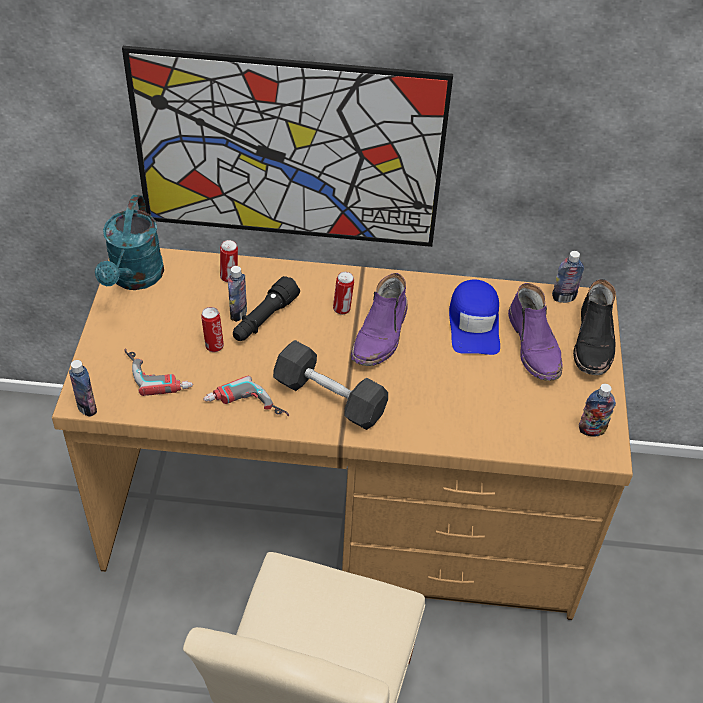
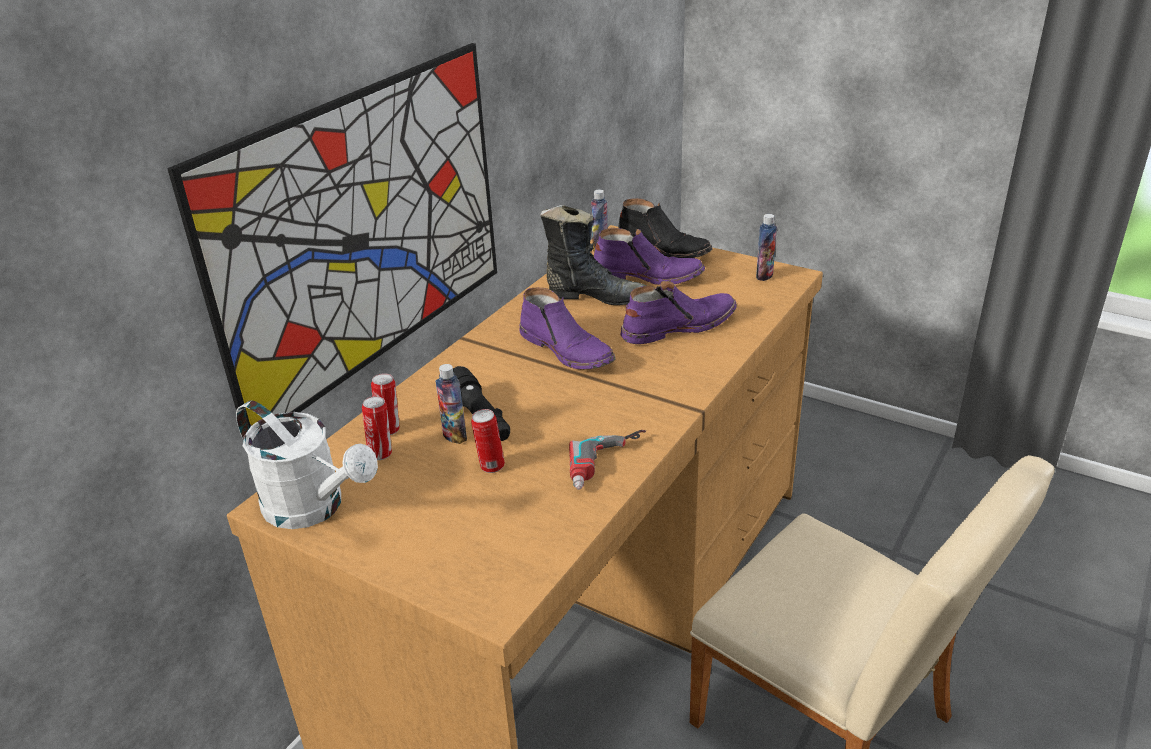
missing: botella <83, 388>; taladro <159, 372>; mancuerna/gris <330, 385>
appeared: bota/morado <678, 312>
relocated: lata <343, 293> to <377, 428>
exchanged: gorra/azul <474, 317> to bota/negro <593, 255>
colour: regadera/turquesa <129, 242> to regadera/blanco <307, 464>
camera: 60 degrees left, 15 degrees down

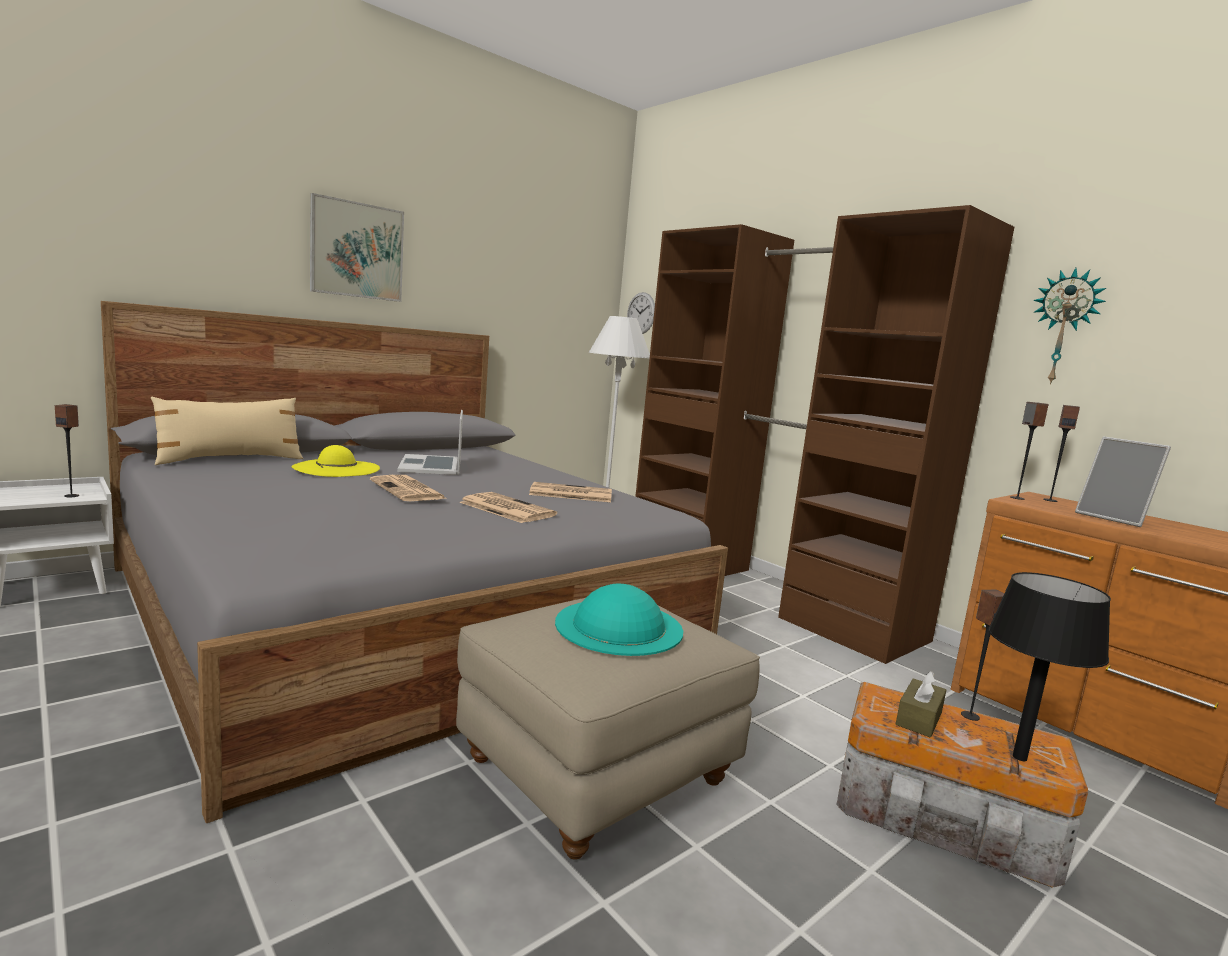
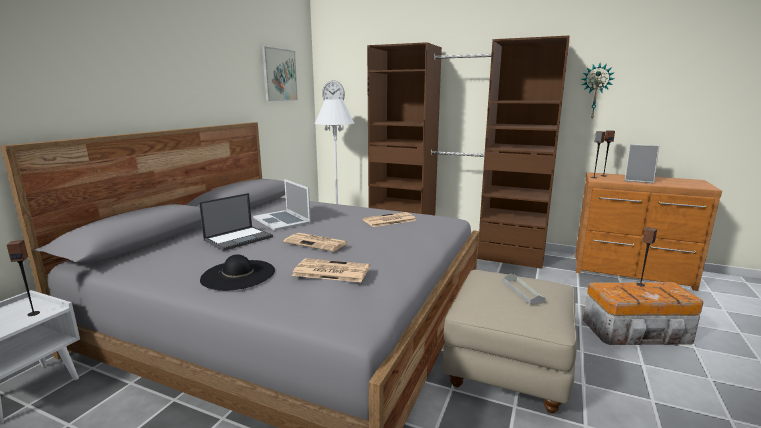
missing: cojín/beis <227, 431>; caja de pañuelos/marrón <921, 704>; lámpara de mesa/negro <1049, 666>
appeared: sombrero/negro <237, 272>
relocated: cuadro <357, 247> to <280, 73>; periódico <508, 507> to <331, 270>
exchanged: sombrero/amarillo <336, 461> to portátil <236, 222>; sombrero/turquesa <619, 620> to bandeja/gris <524, 289>
camera: 25 degrees left, 5 degrees up

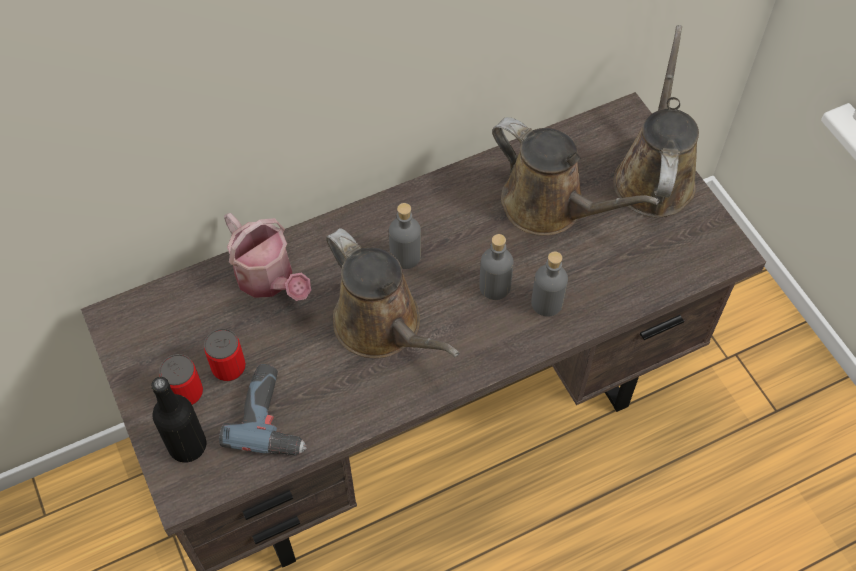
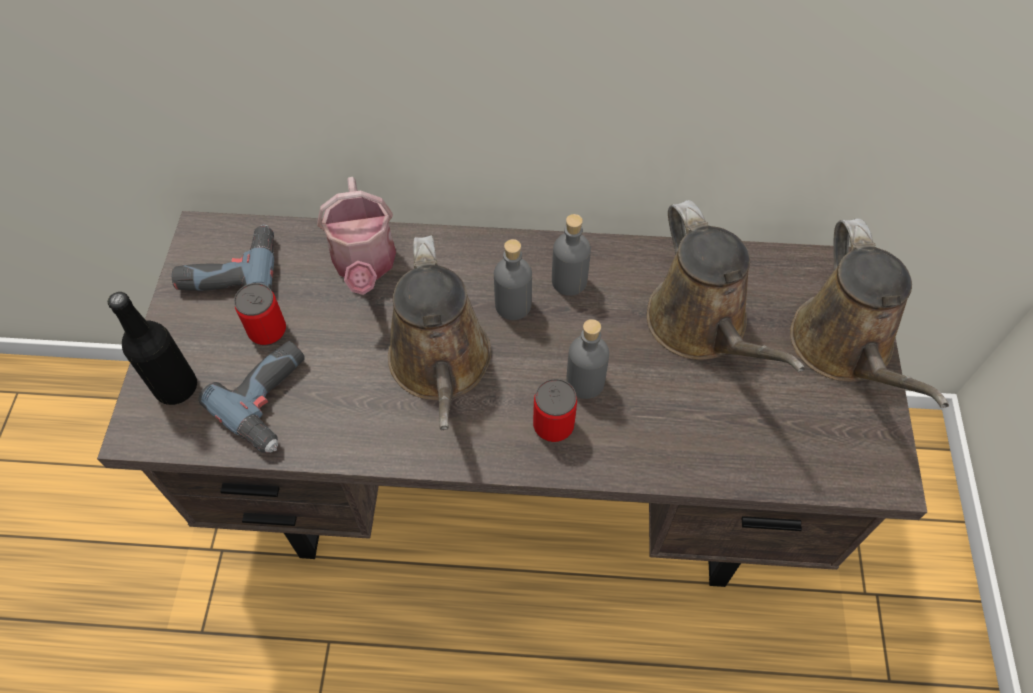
appeared: taladro <223, 258>
relocated: lata <181, 379> to <555, 410>; botella/gris <549, 284> to <571, 255>
spun: regadera/marrón <656, 121> = <869, 313> 135 degrees clockwise
camera: 30 degrees right, 0 degrees up

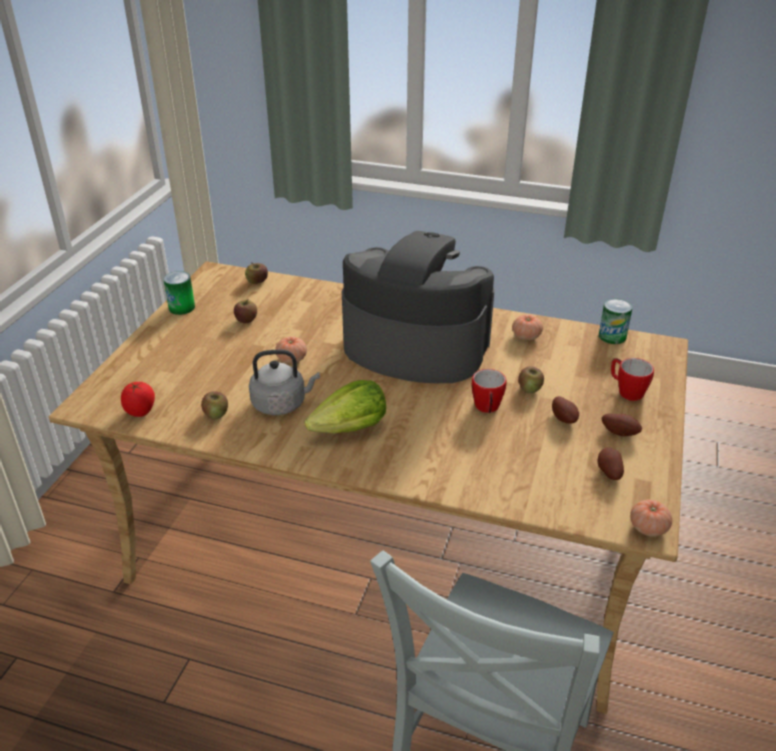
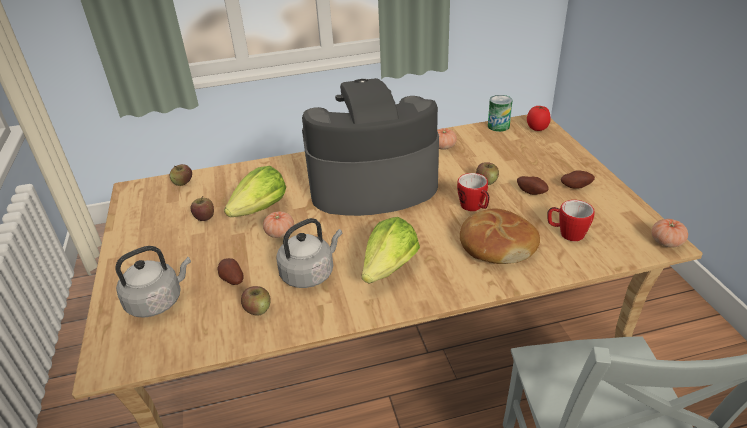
missing: lata <179, 293>
appeared: hervidor/gris <153, 282>; lechuga <255, 191>; pan <500, 236>
relocated: tomate <138, 399> to <538, 118>; patata <610, 463> to <230, 271>; taza grande <632, 379> to <571, 220>
camera: 30 degrees left, 0 degrees up

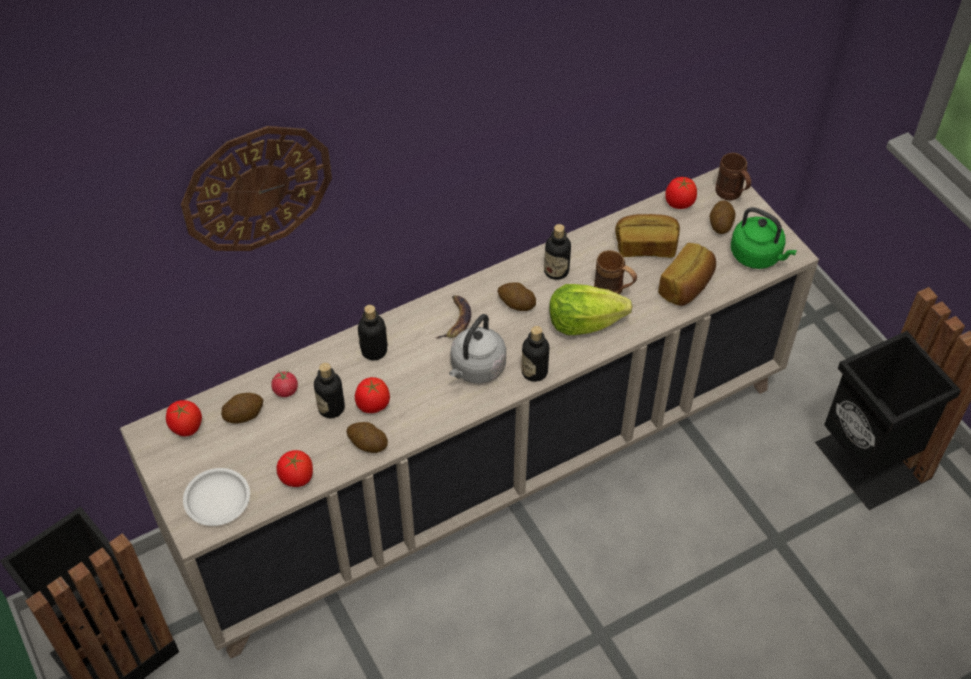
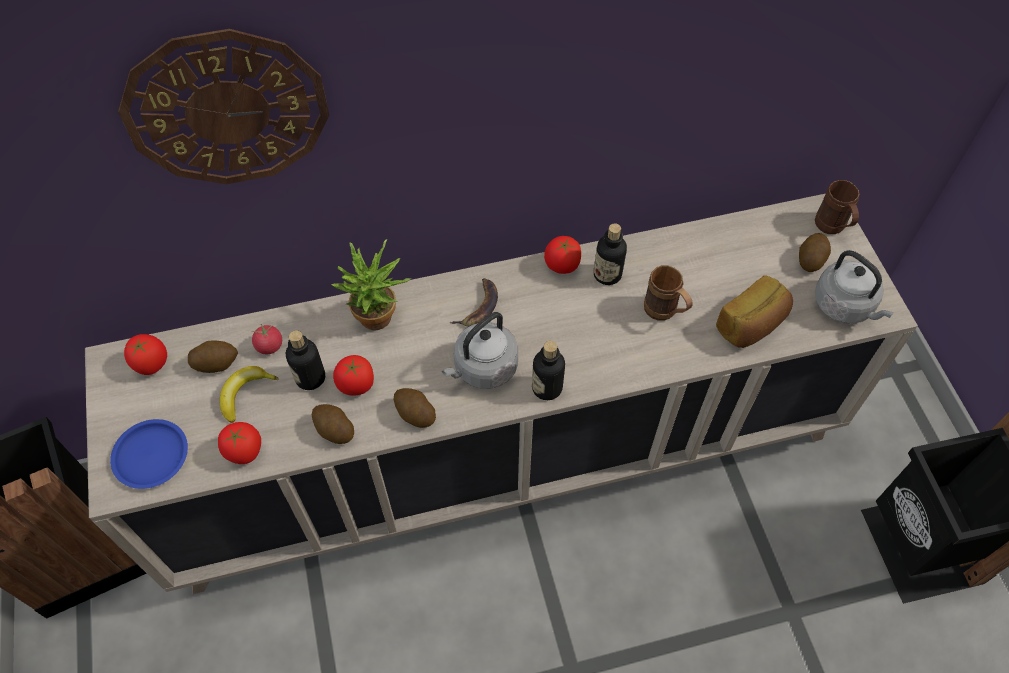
missing: lechuga <591, 309>; pan <647, 236>
appeared: plátano <249, 394>
relocated: patata <516, 296> to <415, 408>; tomate <681, 193> to <562, 255>
exchanged: botella <373, 332> to planta en maceta <371, 284>
colour: plato/blanco <216, 497> to plato/azul <149, 454>; hervidor/verde <764, 238> to hervidor/gris <854, 287>
camera: 15 degrees right, 5 degrees up

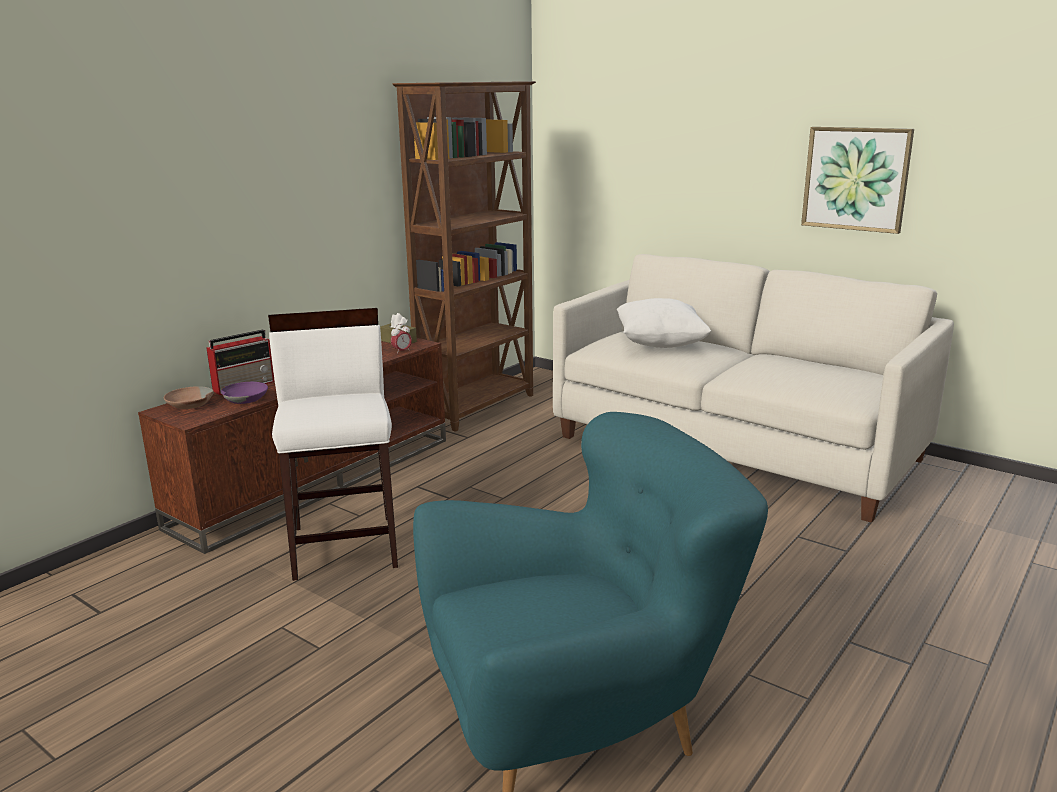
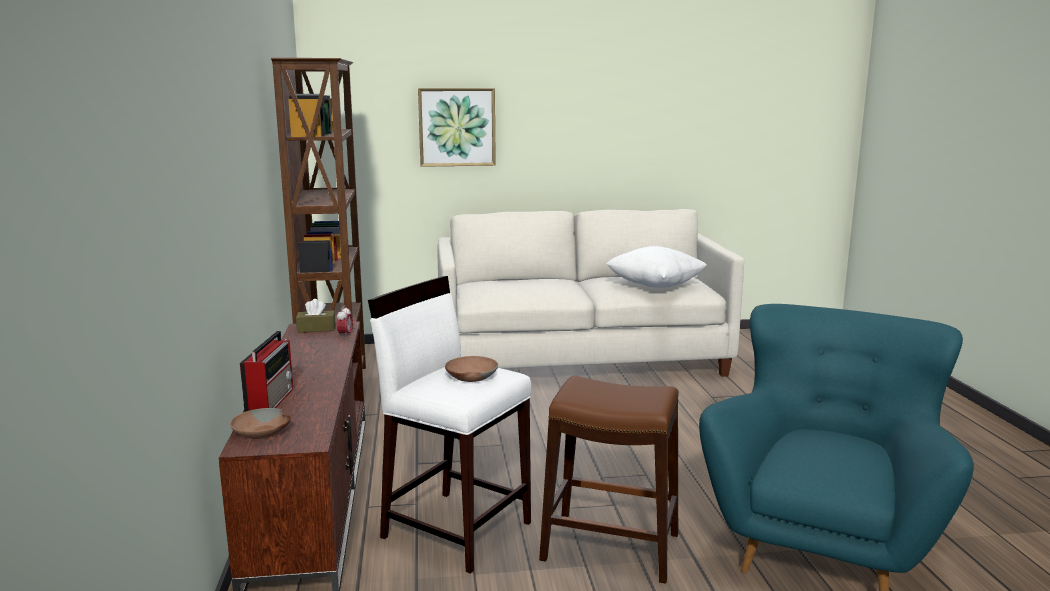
missing: cuenco/morado <244, 393>
appeared: cuenco/marrón <471, 369>; taburete/marrón <609, 480>
relocated: cojín/blanco <664, 323> to <656, 267>; cuadro <857, 180> to <457, 127>
camera: 45 degrees left, 5 degrees down

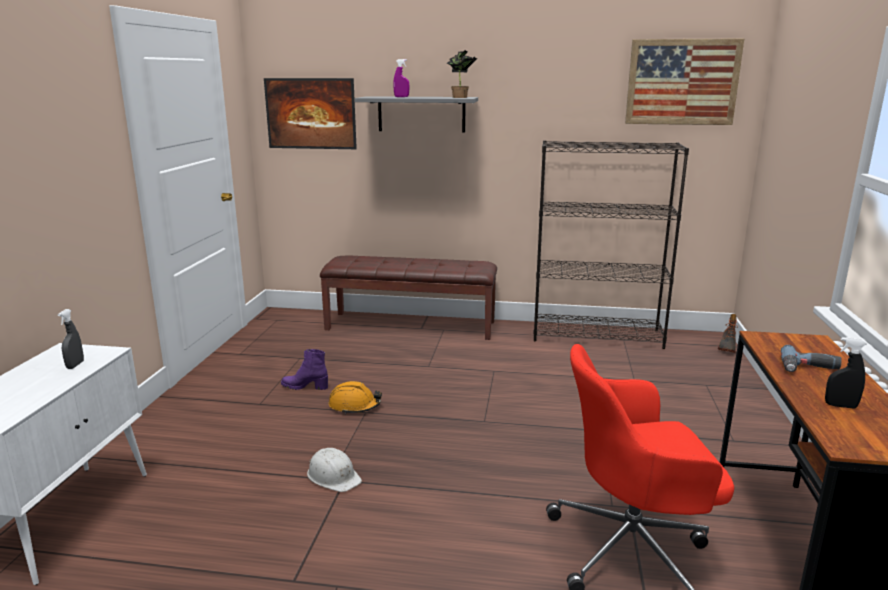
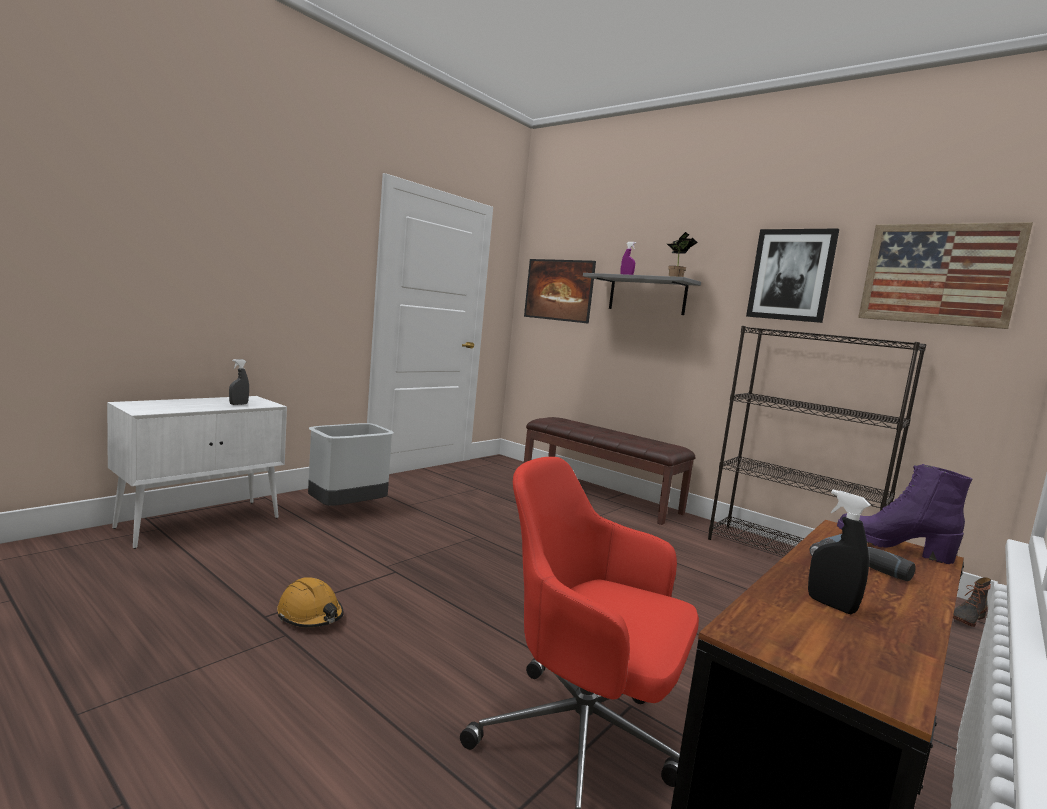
missing: casco/blanco <334, 470>
appeared: papelera/gris <351, 464>; cuadro <792, 276>
relocated: bota/morado <304, 369> to <904, 514>; casco/naranja <355, 397> to <310, 602>
camera: 30 degrees right, 10 degrees down

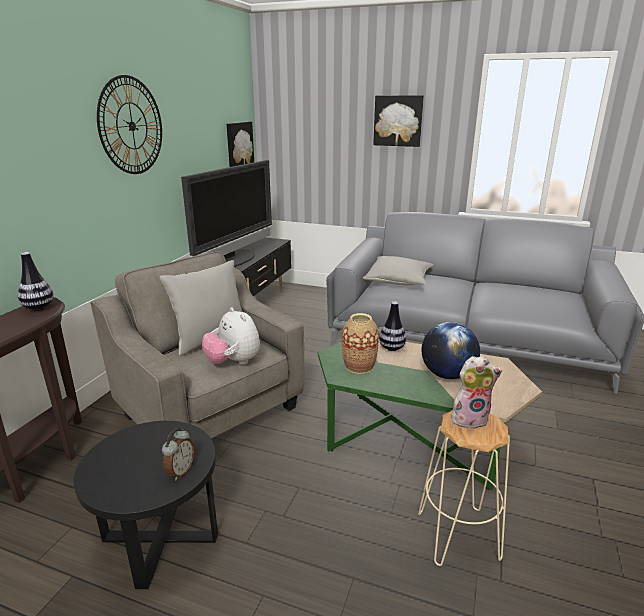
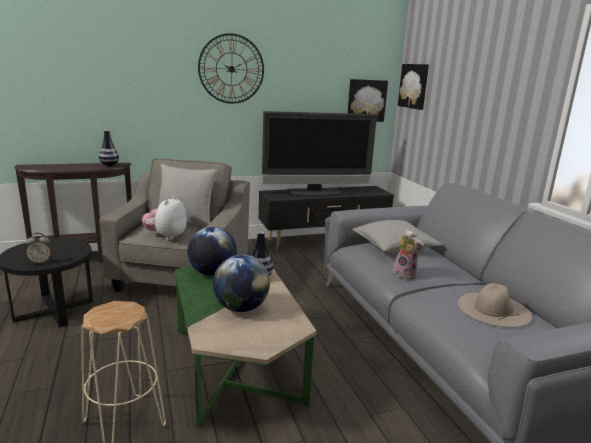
appeared: sombrero/beis <495, 305>
relocated: cuadro <398, 121> to <413, 87>; peluche <476, 392> to <408, 254>
exchanged: florero <360, 343> to globo terráqueo <212, 251>
camera: 50 degrees right, 5 degrees down

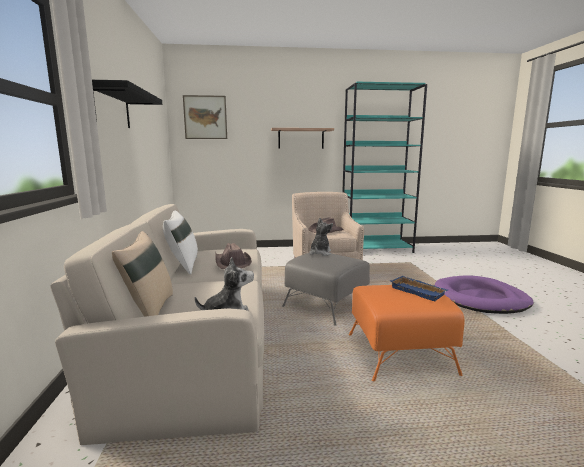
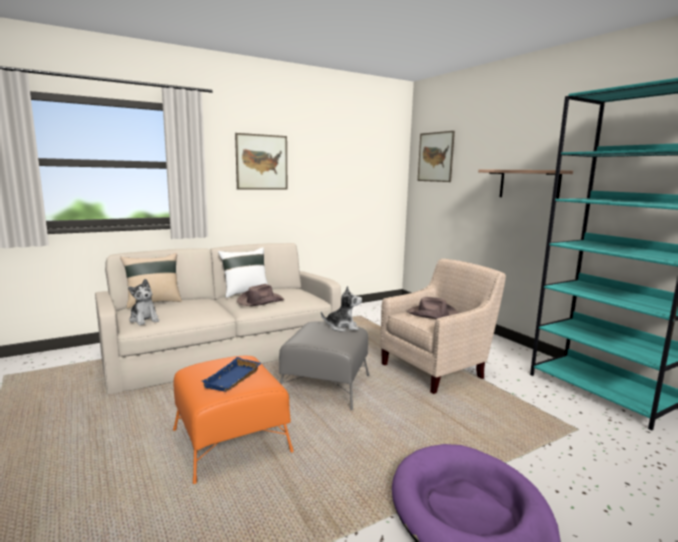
exchanged: estante/negro <127, 104> to cuadro <261, 161>
camera: 65 degrees right, 0 degrees up

